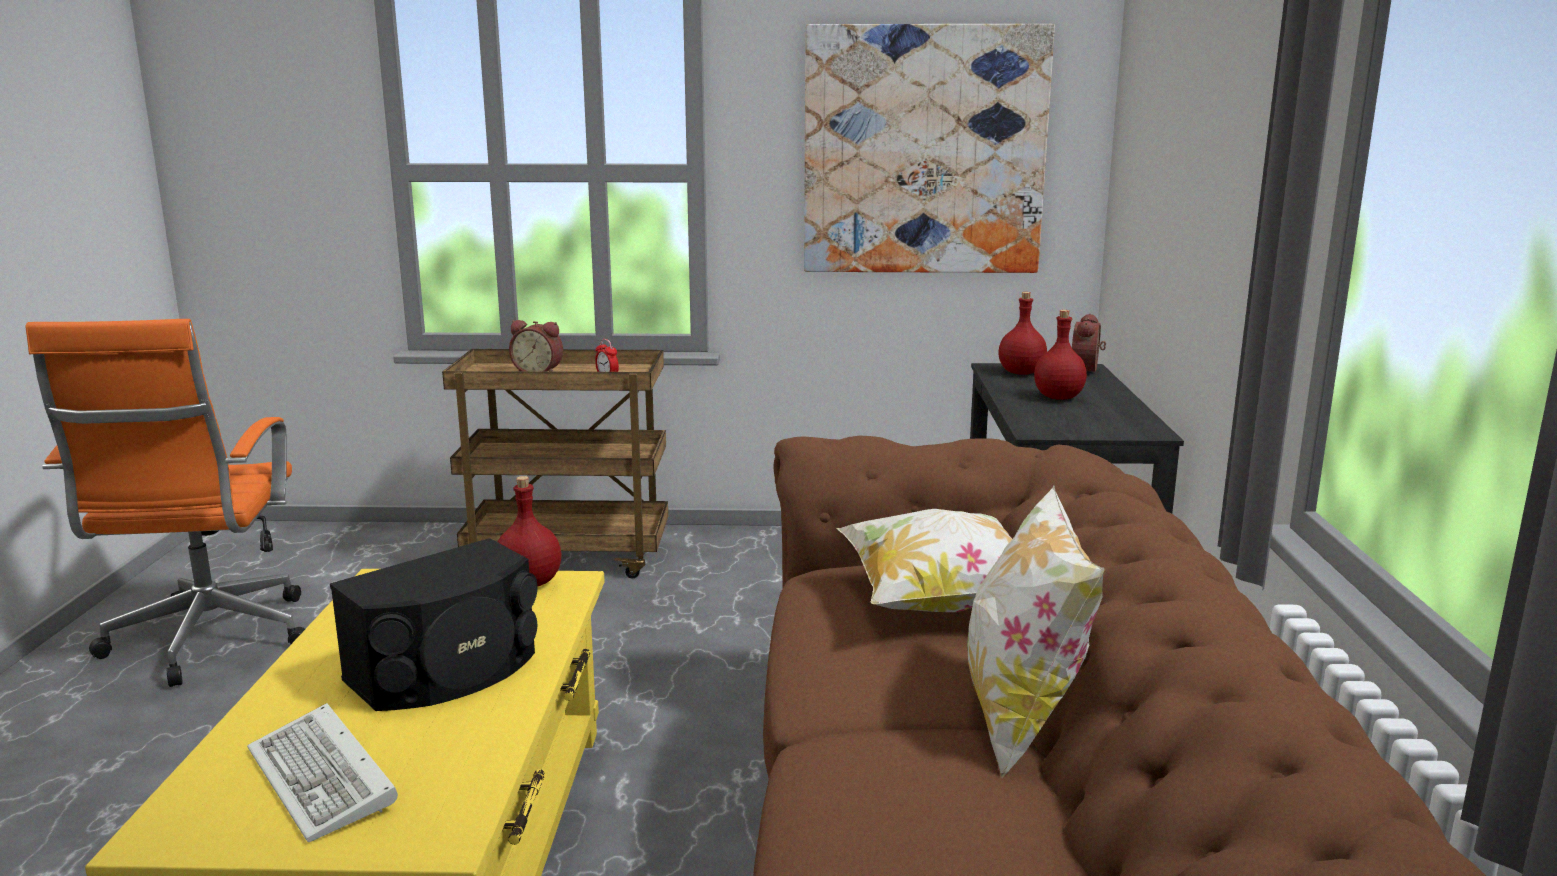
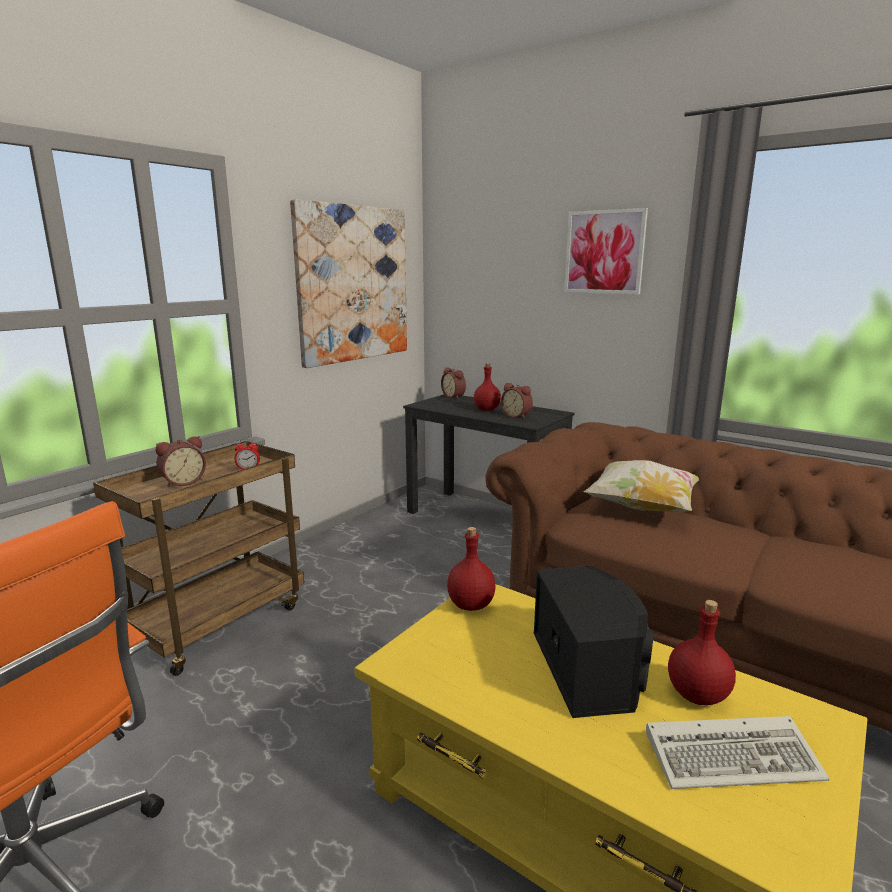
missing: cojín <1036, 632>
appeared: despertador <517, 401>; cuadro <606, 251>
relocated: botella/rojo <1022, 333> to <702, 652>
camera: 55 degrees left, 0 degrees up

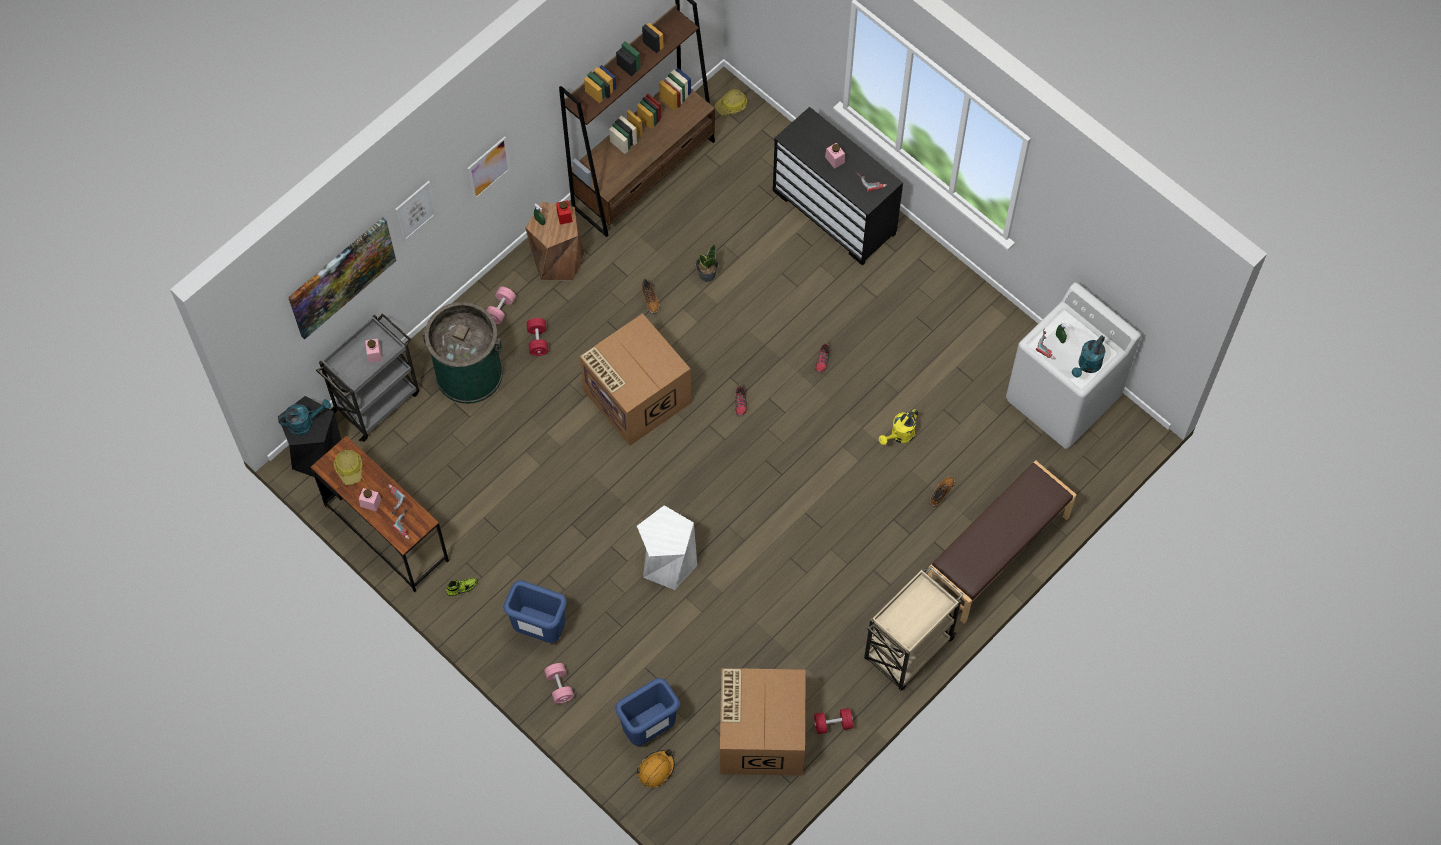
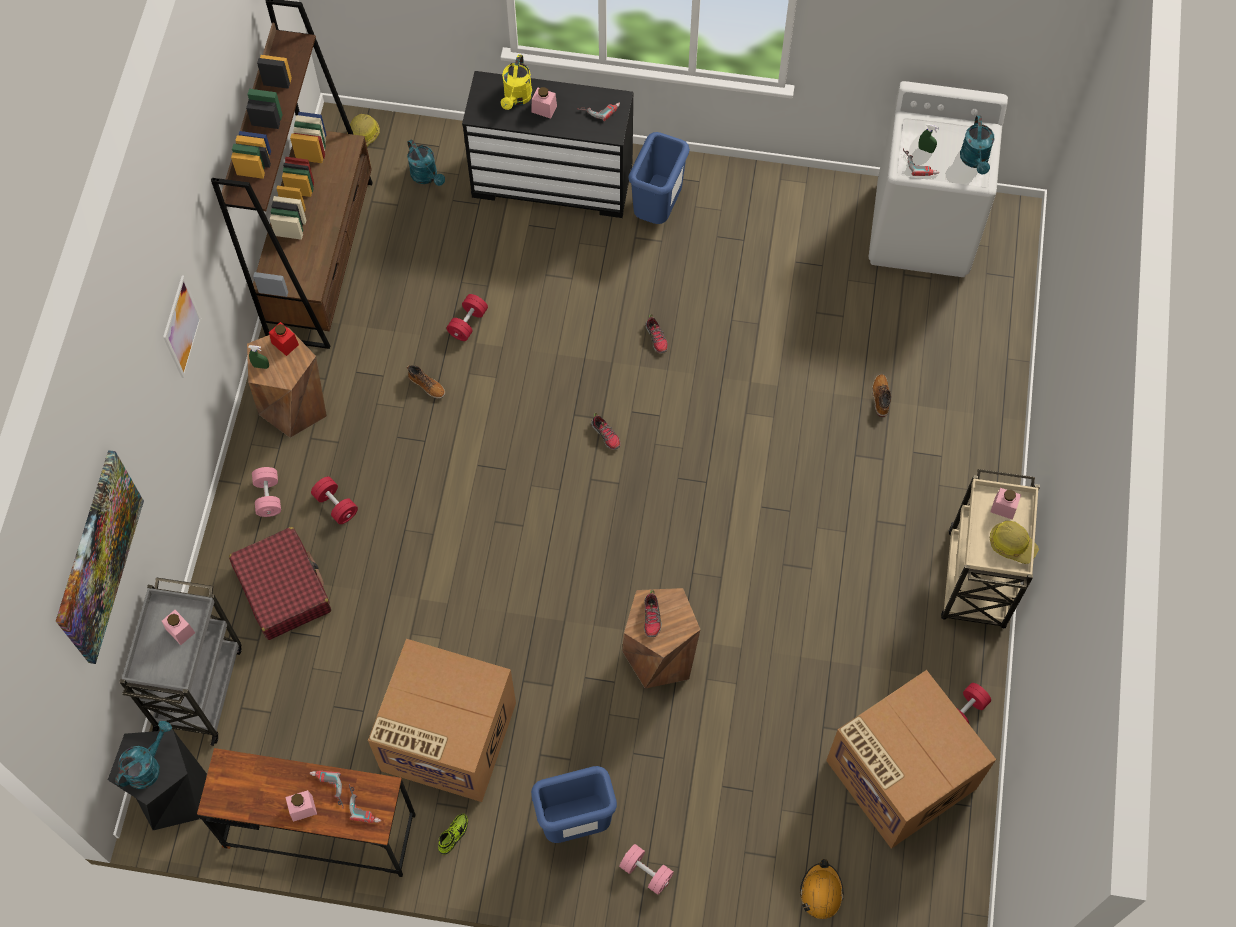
missing: cuadro <416, 211>; banco/marrón <1002, 542>
appeared: regadera/turquesa <426, 162>; zapato <653, 613>; tarro/rosa <1005, 504>
relocated: casco <348, 467> to <1014, 542>; caja de cartón <635, 379> to <442, 720>; papelera/azul <647, 712> to <659, 178>; regadera/amarillo <898, 427> to <517, 82>
exchanged: papelera/verde <462, 353> to maleta/rojo <280, 583>; planta en maceta <707, 263> to mancuerna/rojo <467, 317>
colour: taburete/blanco <667, 547> to taburete/marrón <661, 638>
camera: 35 degrees left, 0 degrees up

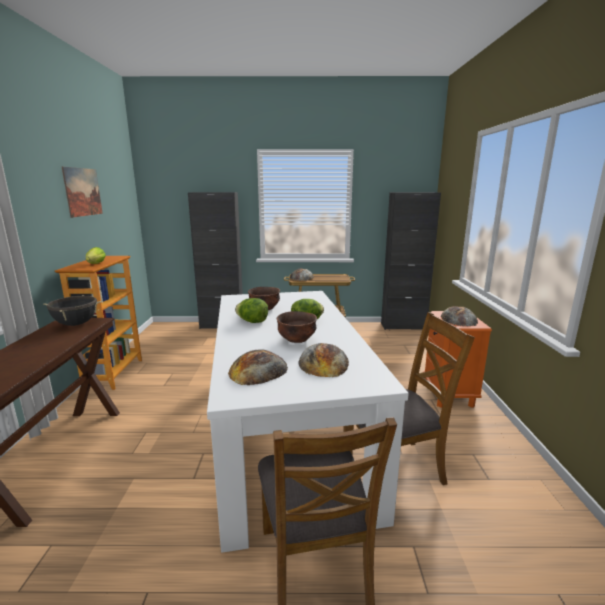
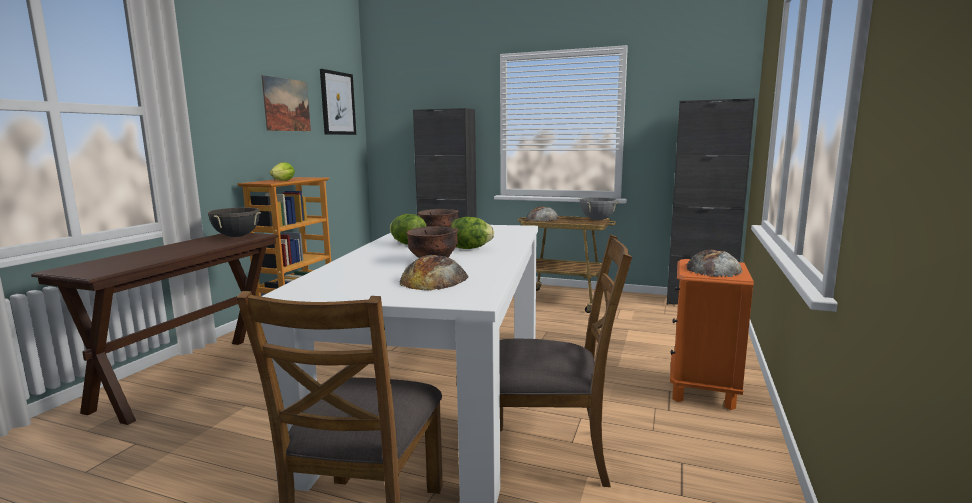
missing: pan <258, 367>
appeared: cuadro <338, 102>; olla/gris <599, 208>
camera: 20 degrees right, 5 degrees down

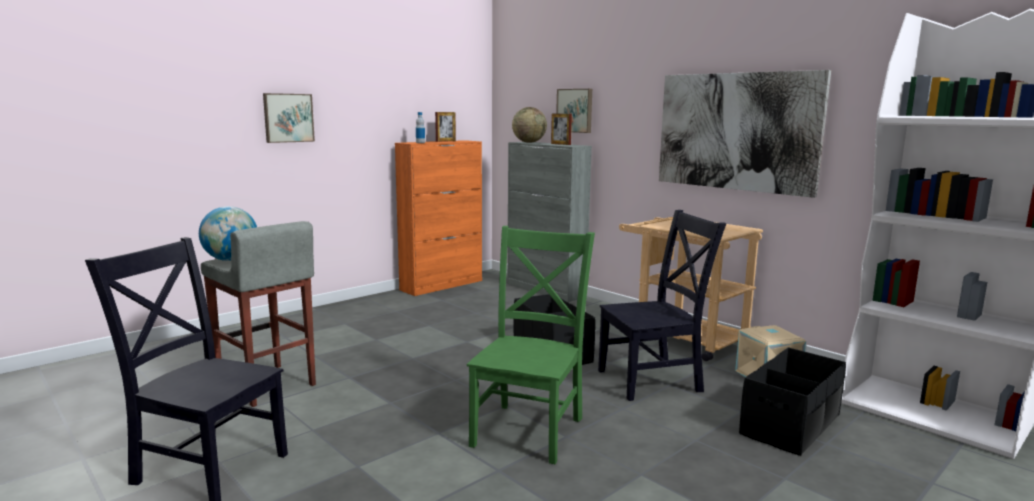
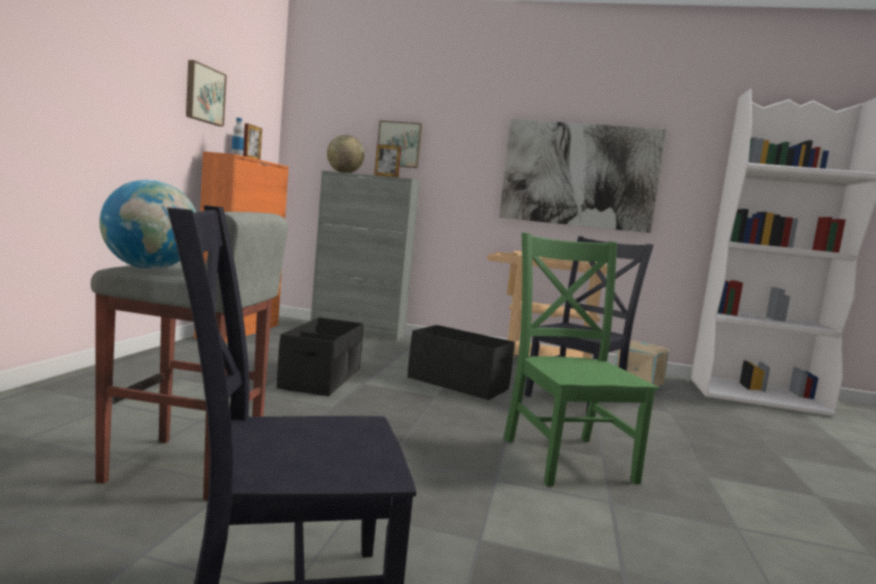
relocated: cuadro <289, 118> to <206, 93>; caja de almacenaje/negro <792, 401> to <320, 356>
camera: 35 degrees left, 5 degrees down

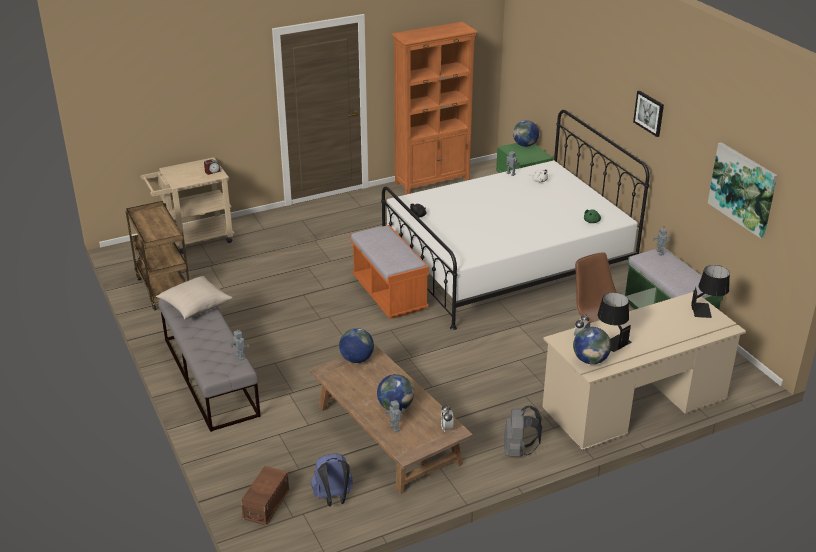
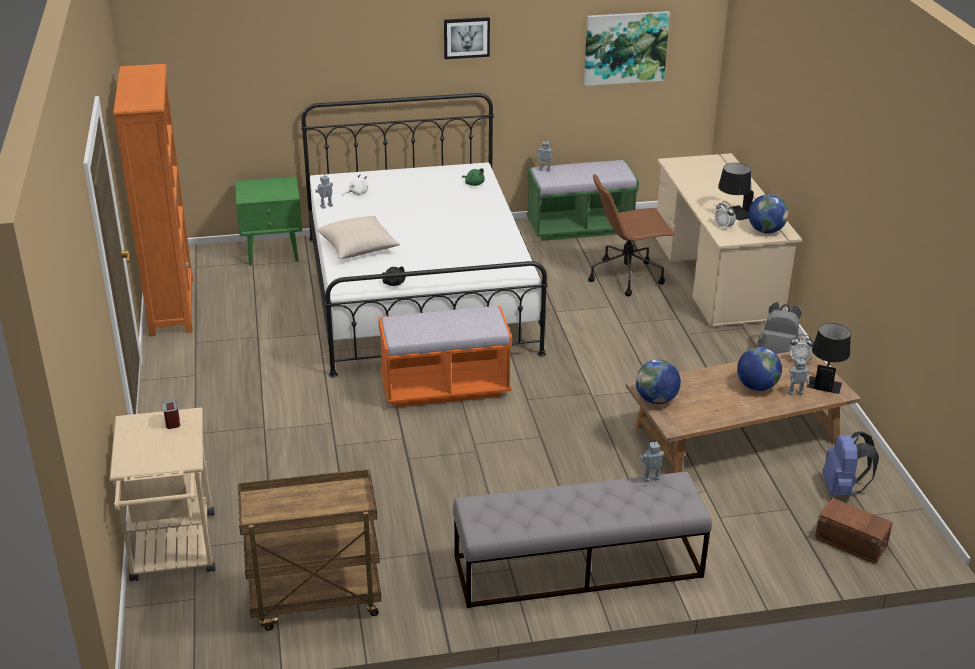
missing: globo terráqueo <526, 133>
relocated: cojín/beis <194, 298> to <358, 237>; lámpara de mesa/negro <710, 291> to <829, 358>
camera: 75 degrees left, 0 degrees up

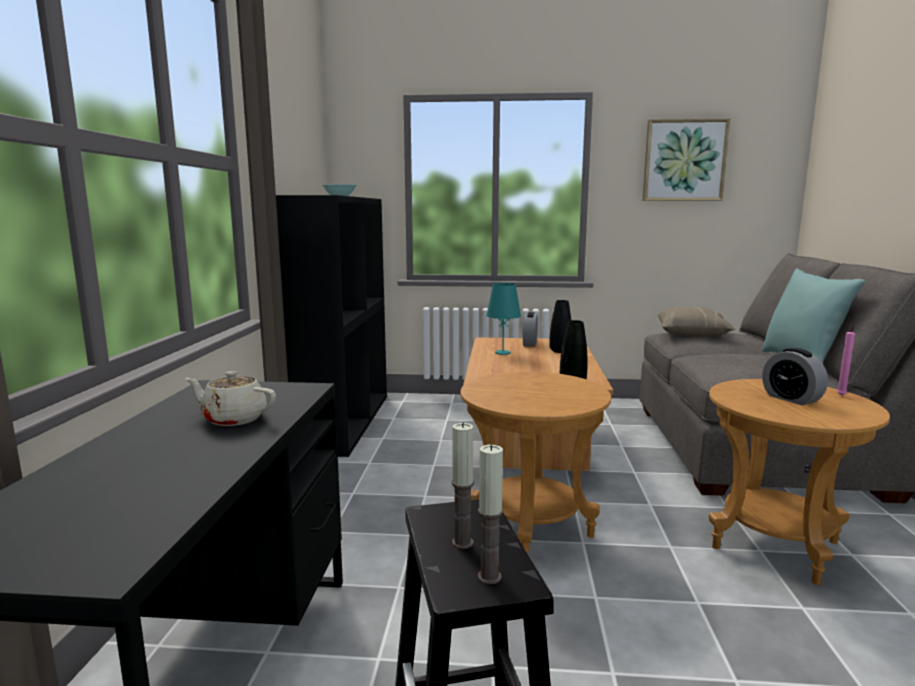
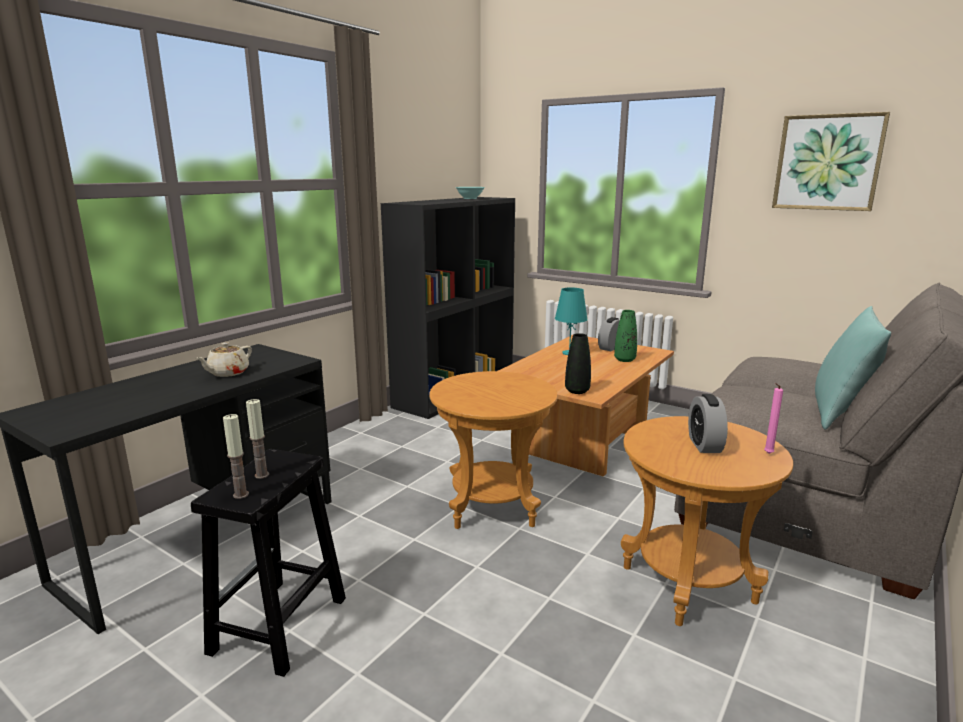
missing: cojín/beis <696, 321>
colour: florero/negro <560, 326> to florero/verde <625, 336>
spun: tetera/beis <231, 398> = <223, 359> 105 degrees counterclockwise
camera: 30 degrees right, 5 degrees up

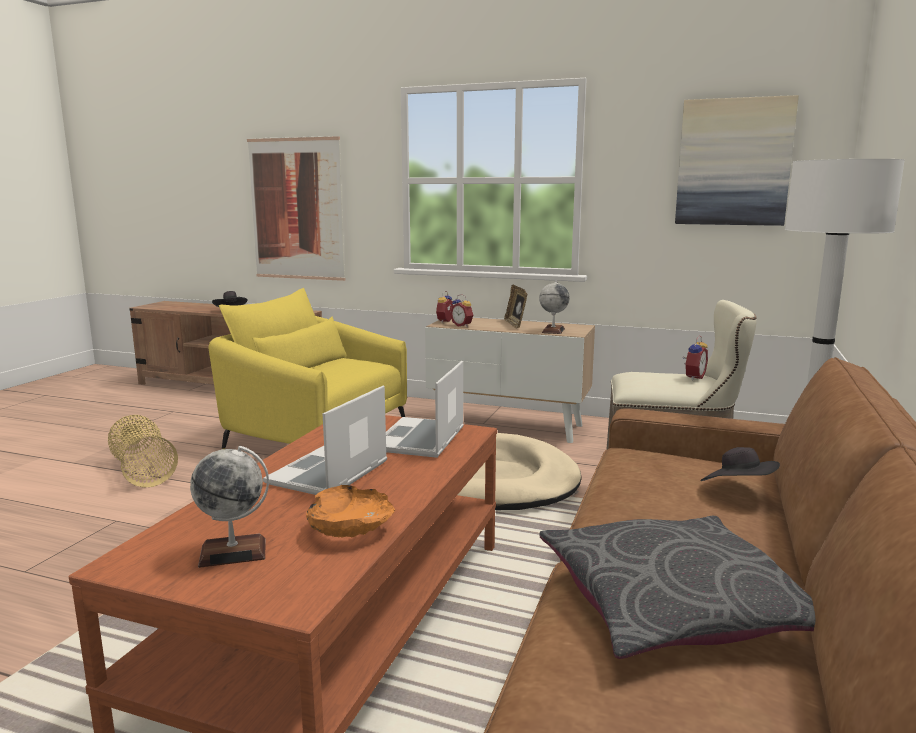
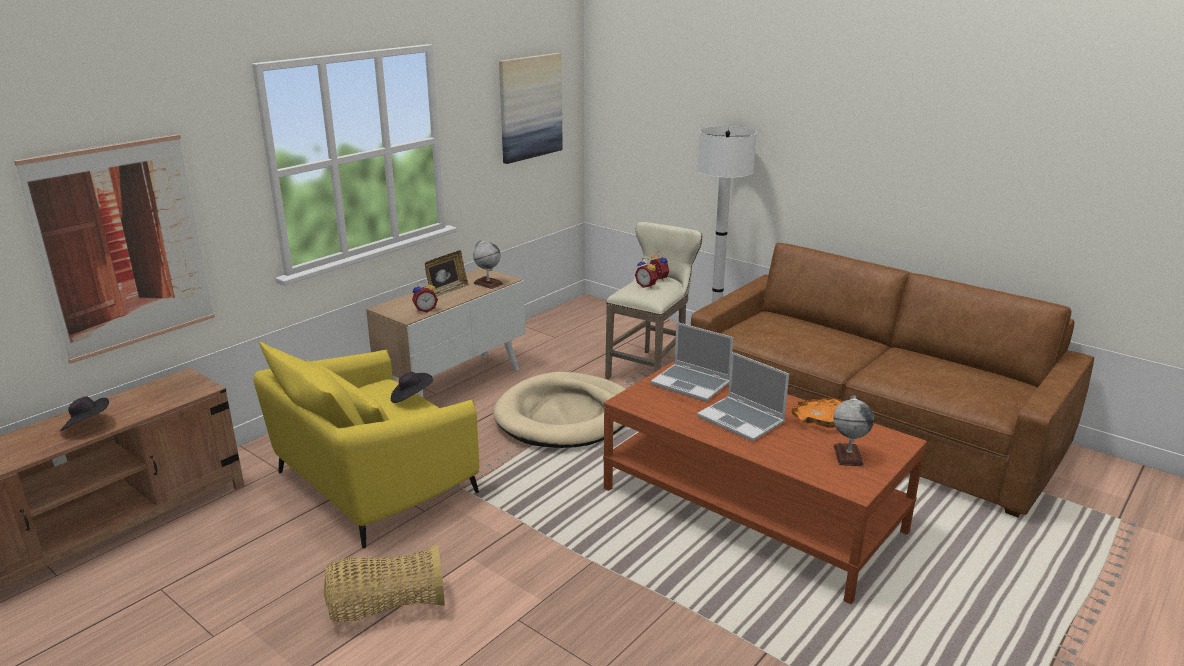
missing: cojín/gris <677, 587>
relocated: despertador <444, 307> to <646, 273>; sombrero/negro <740, 464> to <412, 387>
spun: portarretratos <516, 307> = <446, 273> 60 degrees counterclockwise
camera: 70 degrees left, 10 degrees up

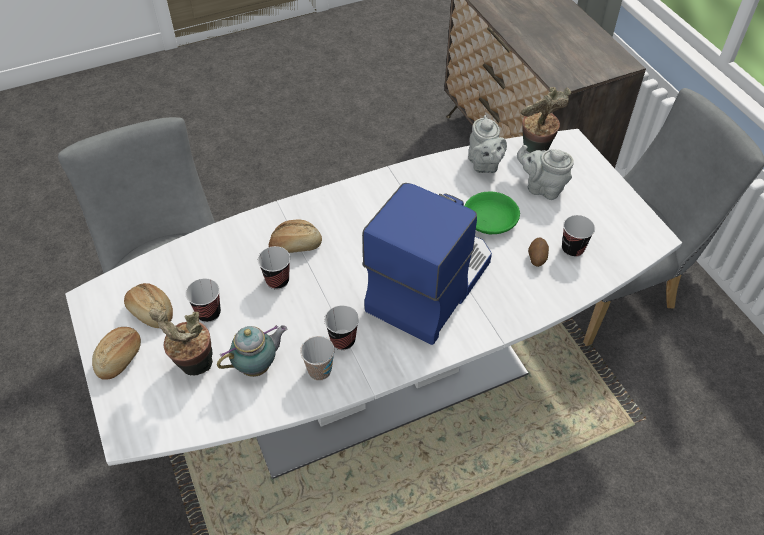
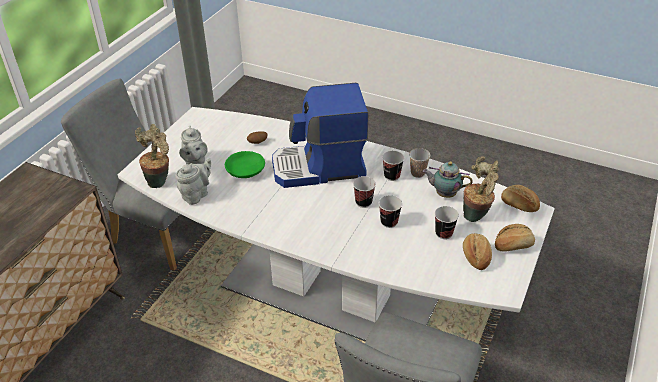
relocated: pan <295, 236> to <520, 198>; taza <578, 236> to <364, 192>
camera: 130 degrees left, 10 degrees down

